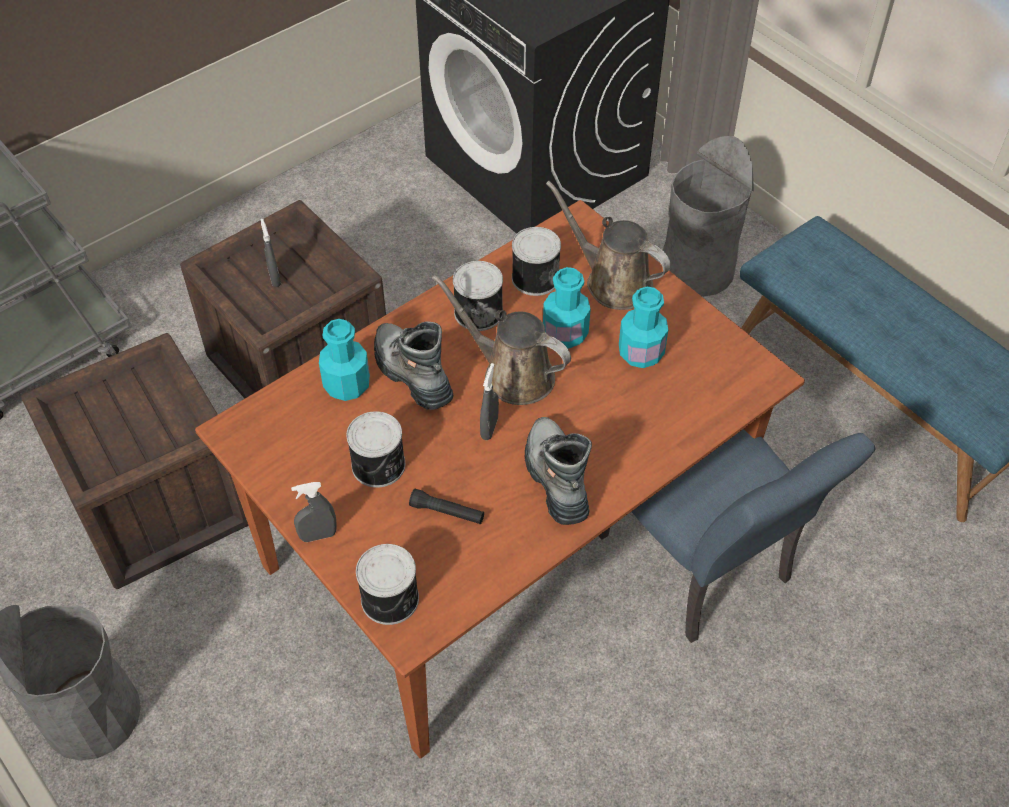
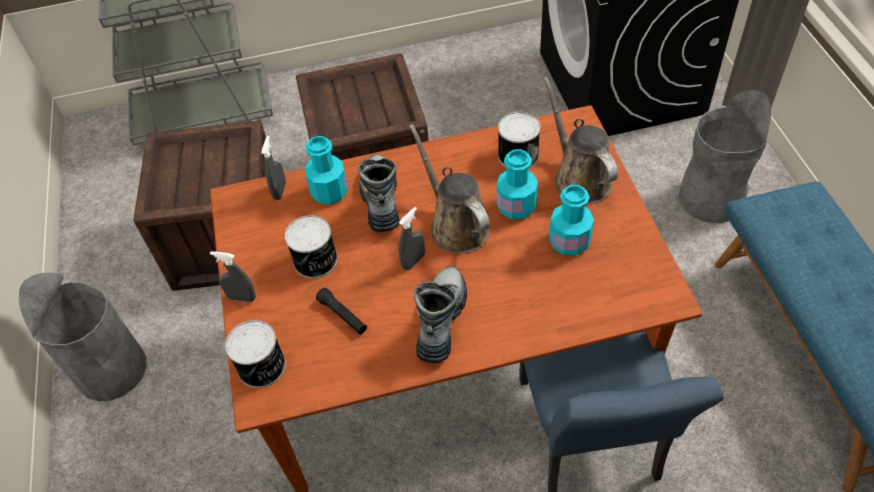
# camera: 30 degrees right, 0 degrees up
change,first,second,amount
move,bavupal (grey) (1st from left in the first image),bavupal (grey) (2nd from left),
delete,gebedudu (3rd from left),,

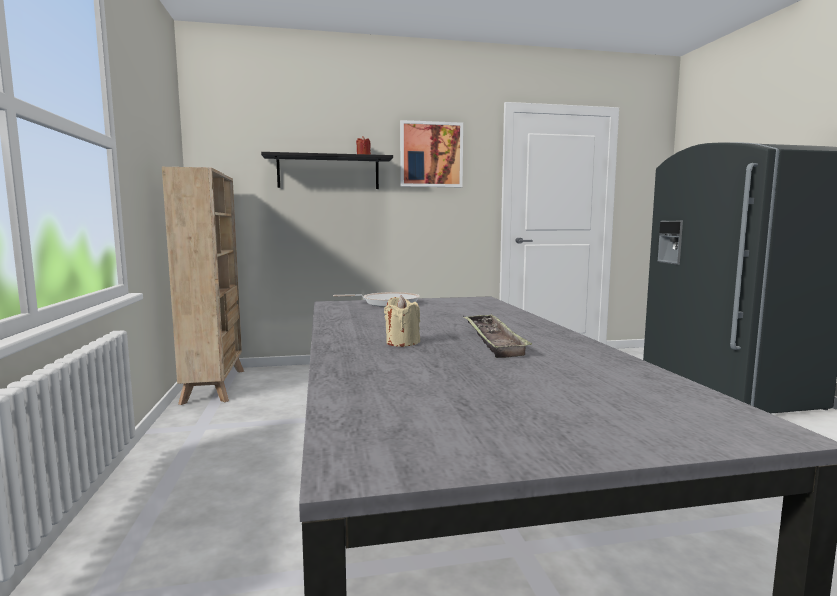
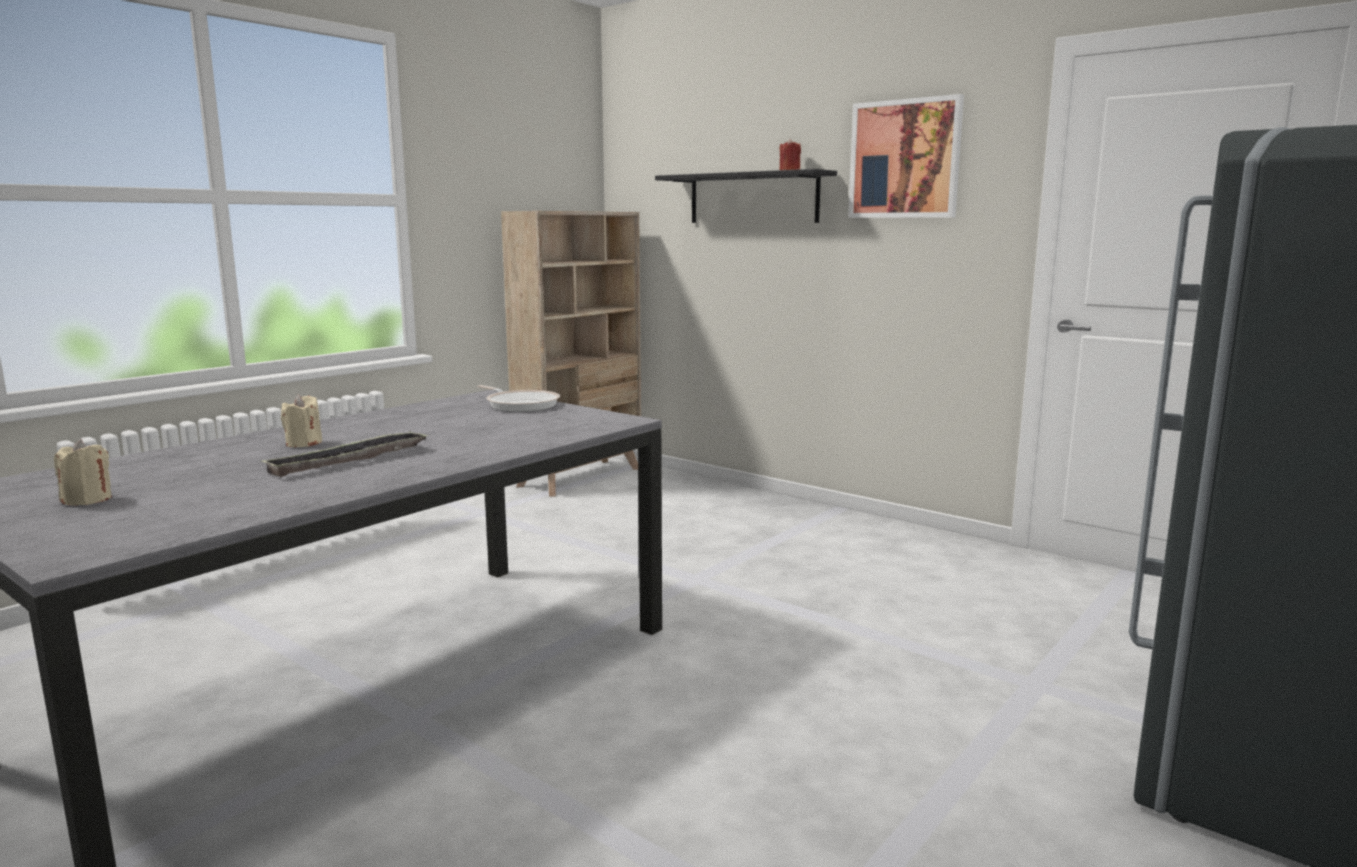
# camera: 50 degrees right, 5 degrees up
change,first,second,amount
insert,,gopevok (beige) (1st from left),

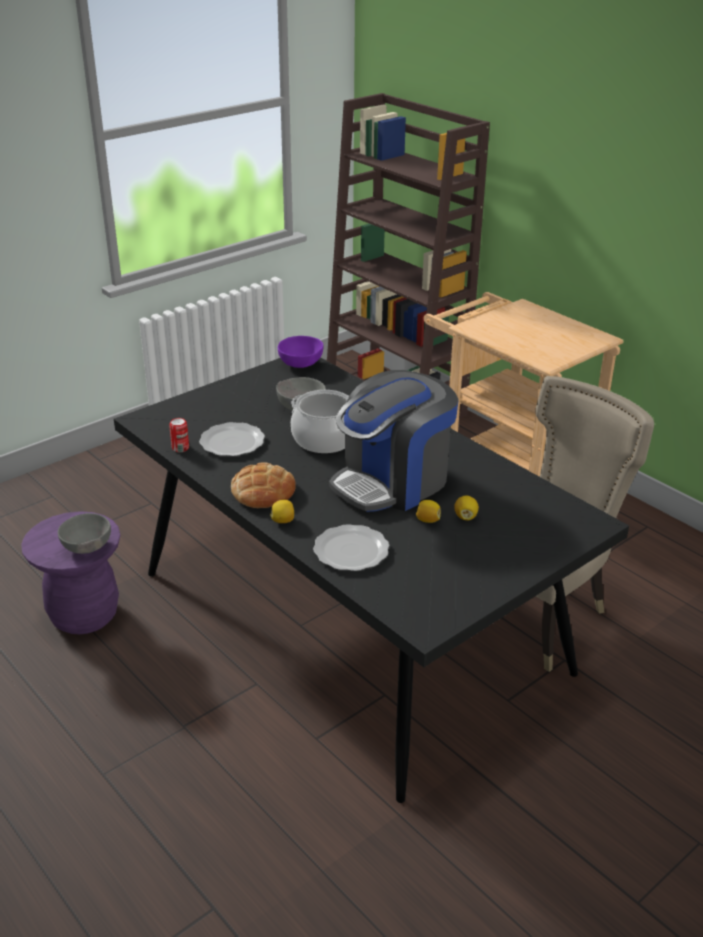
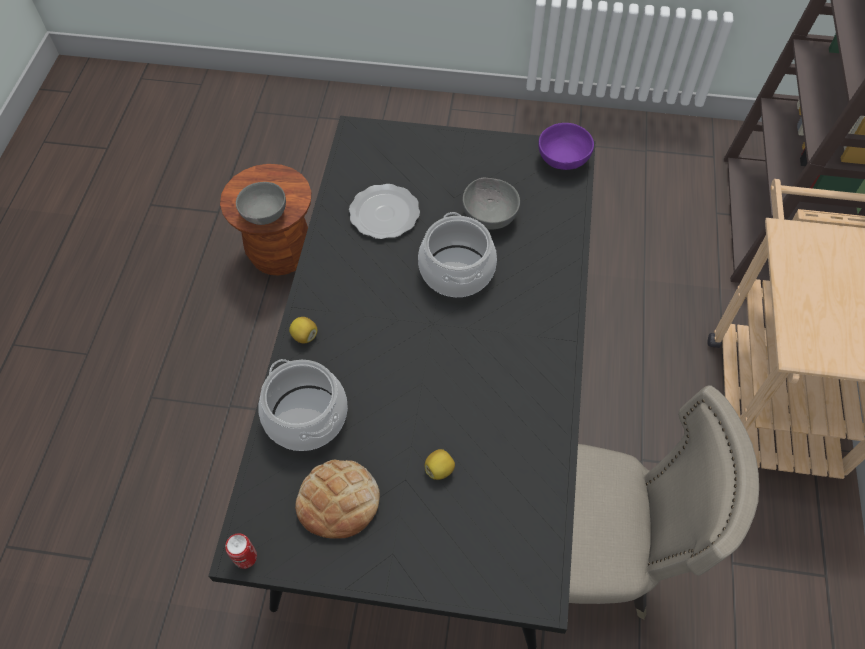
# camera: 50 degrees right, 25 degrees up
change,first,second,amount
recolor,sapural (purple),sapural (brown),
move,gebedudu,,
move,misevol,,
replace,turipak (2nd from left),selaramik (1st from left),
delete,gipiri,,
delete,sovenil (2nd from left),,

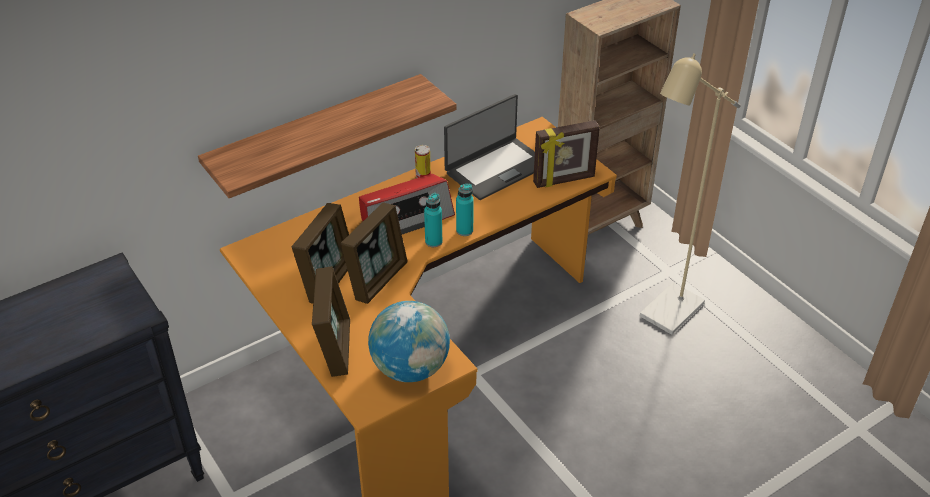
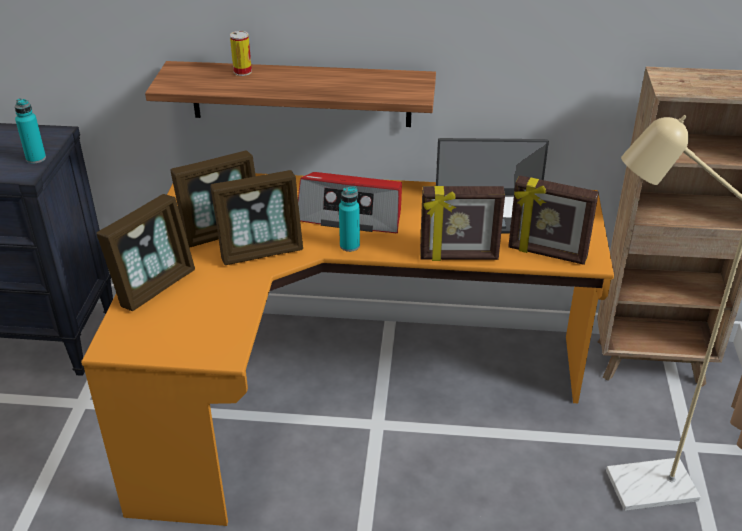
# camera: 40 degrees right, 5 degrees down
change,first,second,amount
delete,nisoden,,
move,gebedudu,,
move,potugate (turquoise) (2nd from left in the first image),potugate (turquoise) (1st from left),
insert,,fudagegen (4th from left),

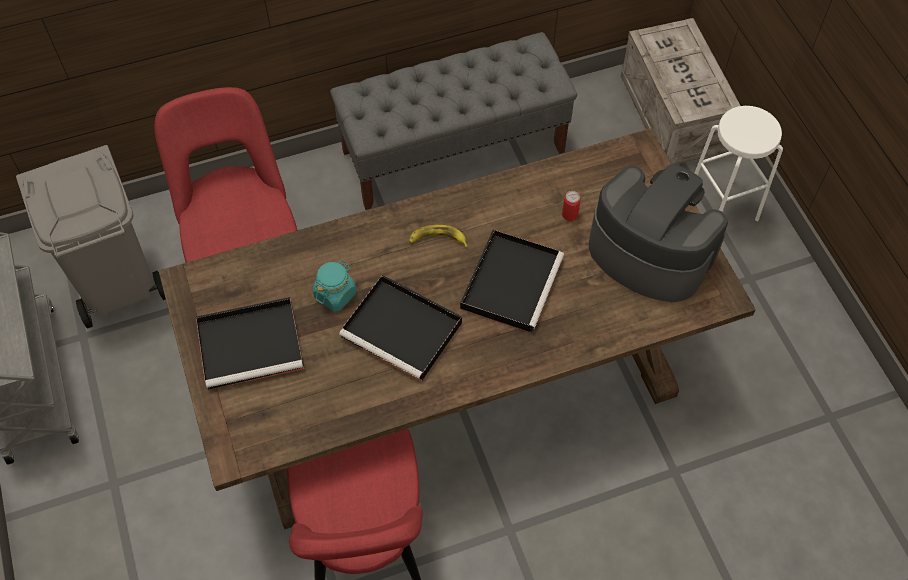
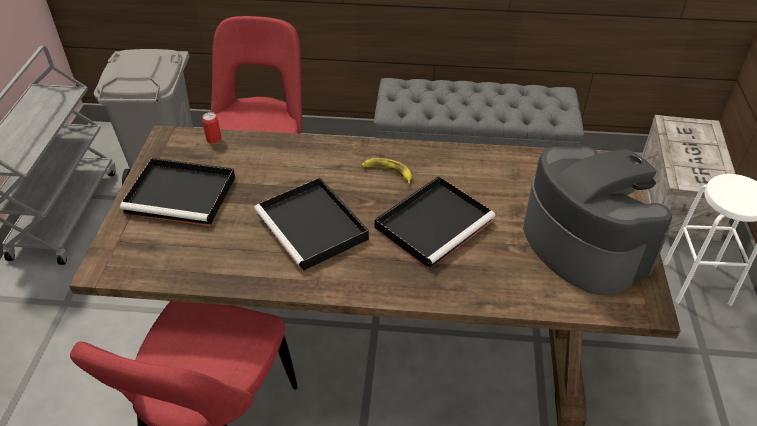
# camera: 25 degrees right, 15 degrees down
change,first,second,amount
delete,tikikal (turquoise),,
move,gebedudu,,

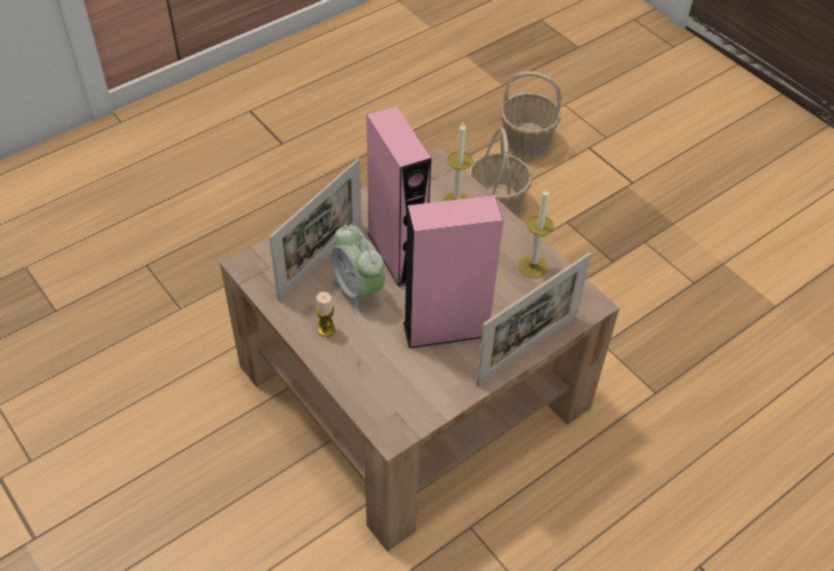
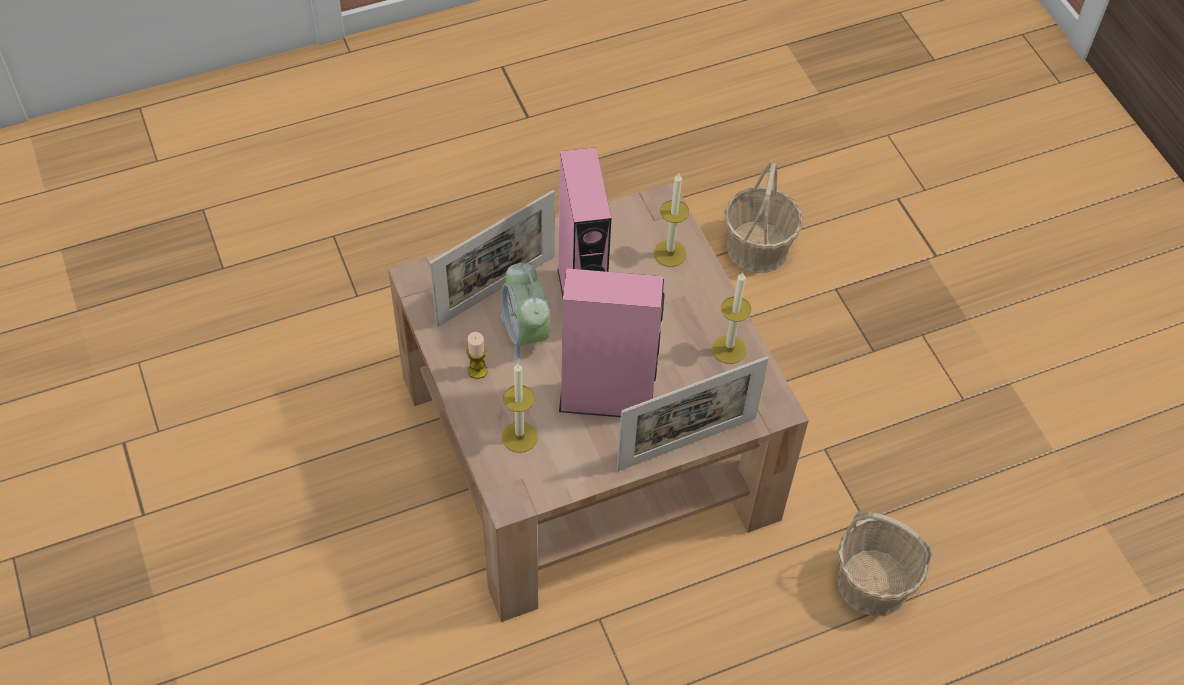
# camera: 15 degrees right, 5 degrees up
change,first,second,amount
move,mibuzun (2nd from left),,
insert,,gopevok (2nd from left),

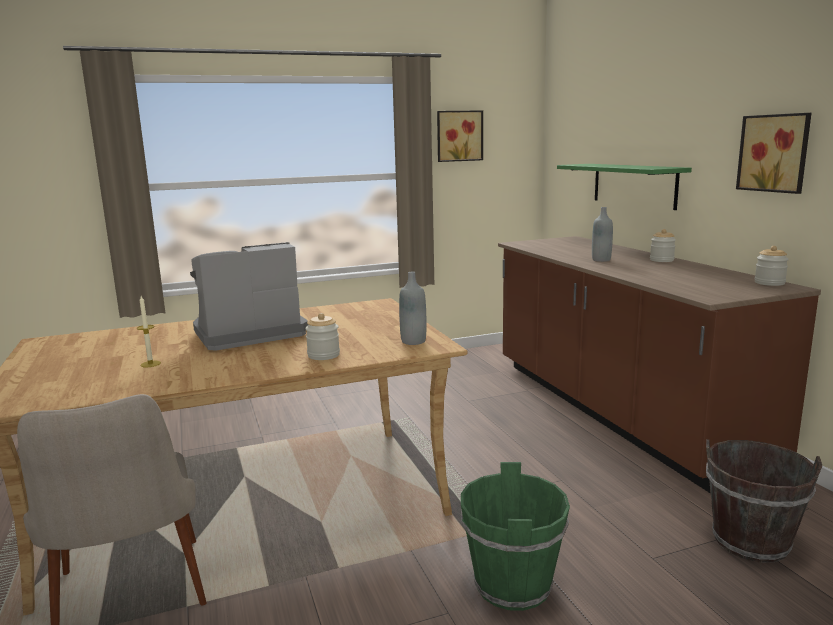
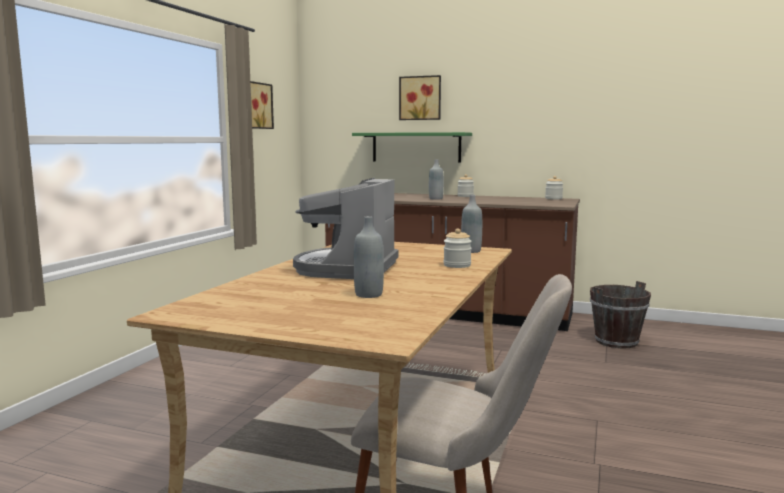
# camera: 50 degrees left, 5 degrees down
change,first,second,amount
replace,gopevok,potugate (grey) (1st from left),
delete,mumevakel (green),,
move,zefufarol (2nd from left),,

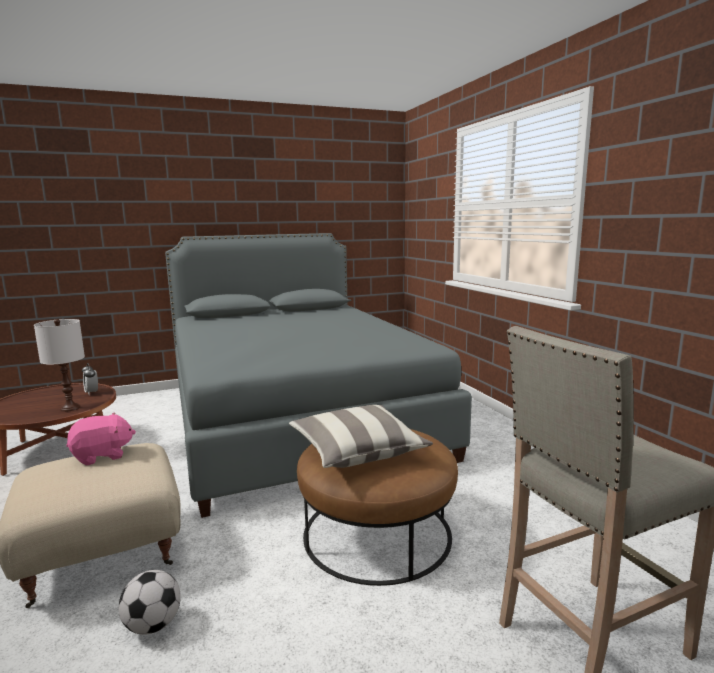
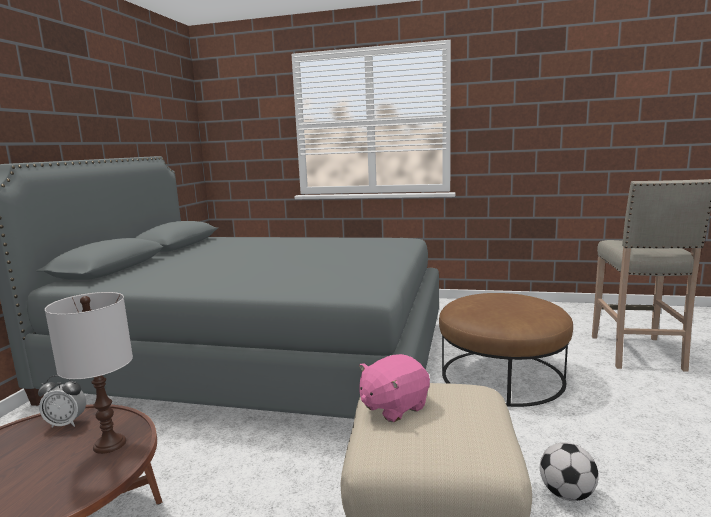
# camera: 55 degrees left, 0 degrees up
change,first,second,amount
rotate,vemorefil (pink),,135 degrees counterclockwise
delete,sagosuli,,

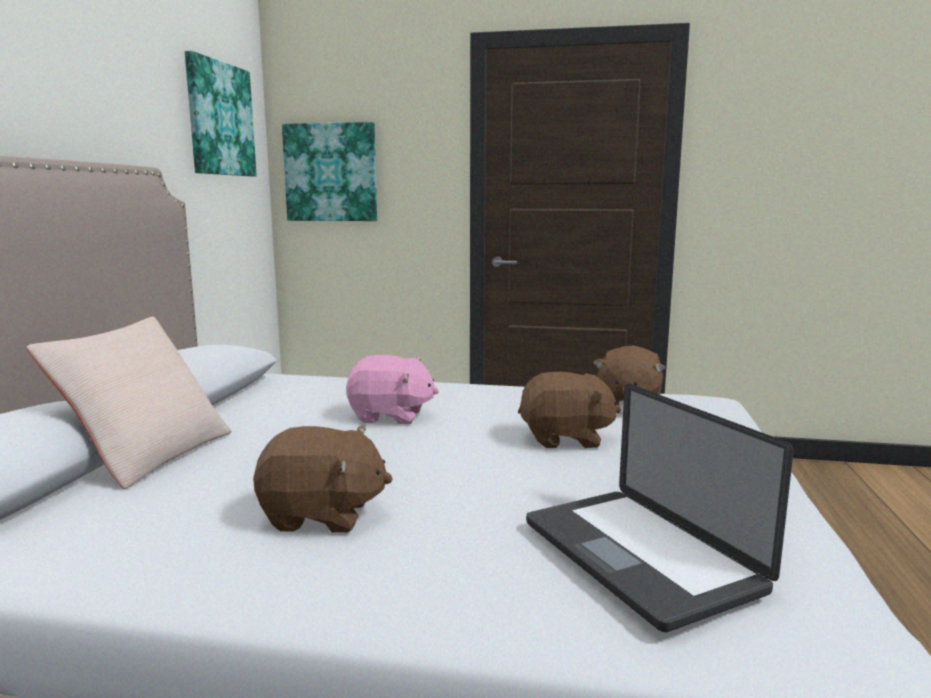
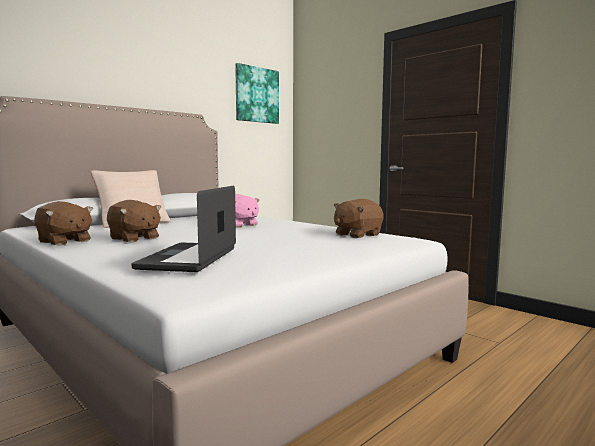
# camera: 35 degrees right, 5 degrees down
change,first,second,amount
delete,zefufarol (2nd from left),,
move,vemorefil (brown) (2nd from left in the first image),vemorefil (brown) (1st from left),

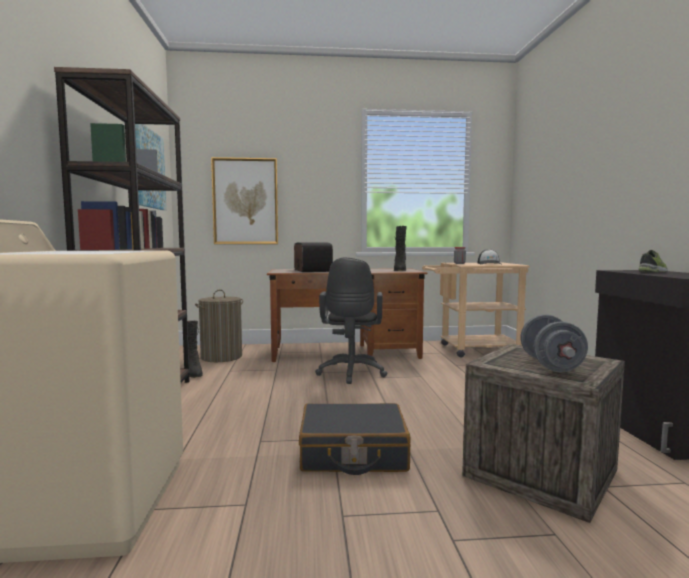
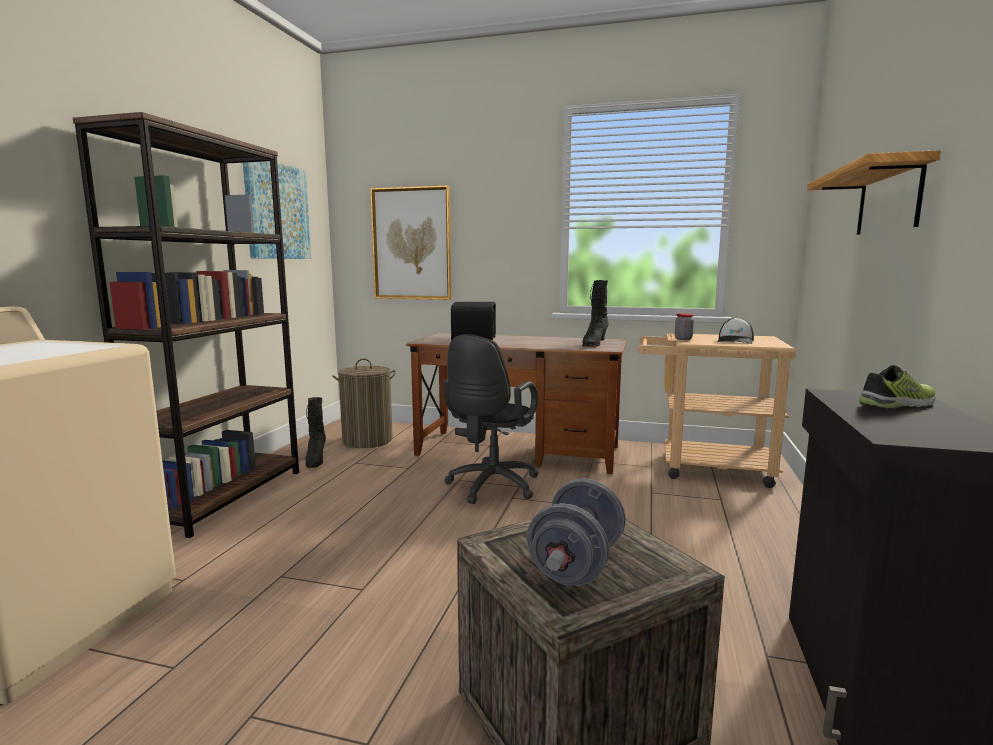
# camera: 20 degrees right, 5 degrees up
change,first,second,amount
delete,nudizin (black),,
insert,,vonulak,

